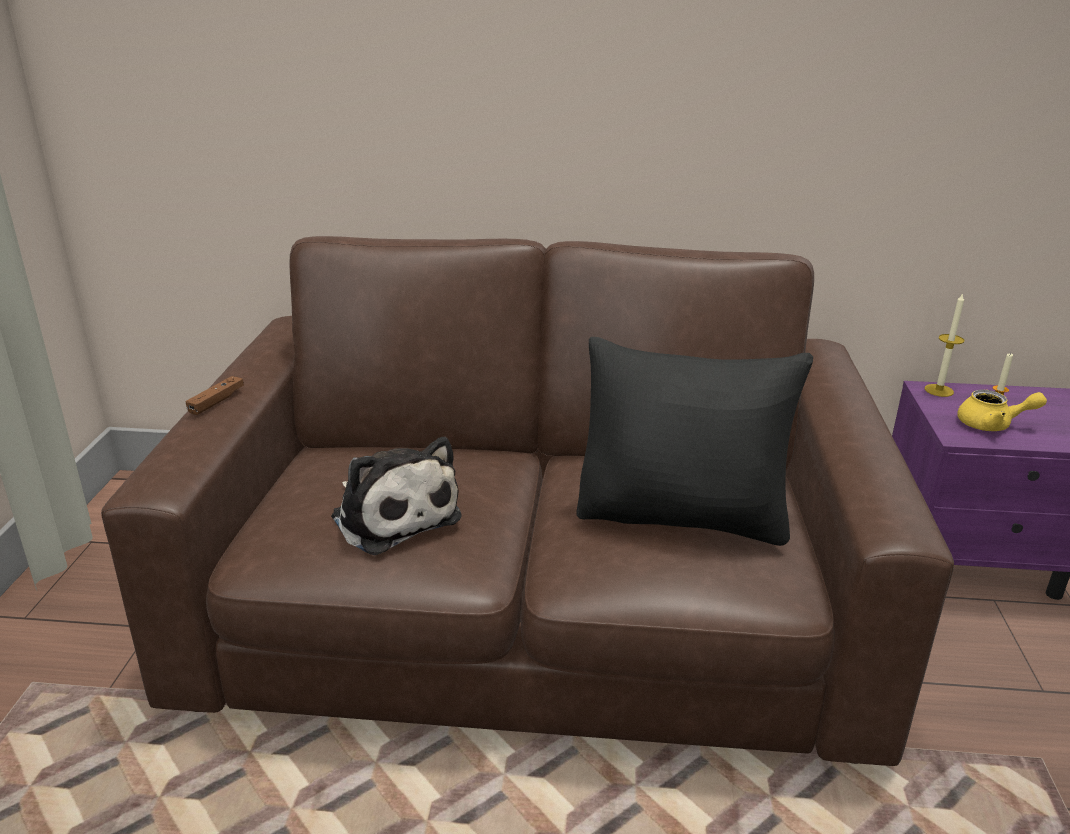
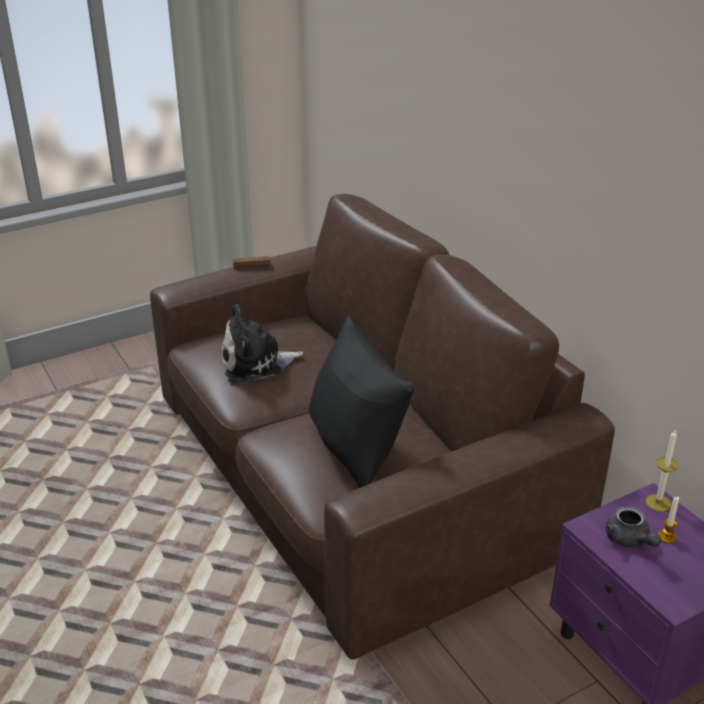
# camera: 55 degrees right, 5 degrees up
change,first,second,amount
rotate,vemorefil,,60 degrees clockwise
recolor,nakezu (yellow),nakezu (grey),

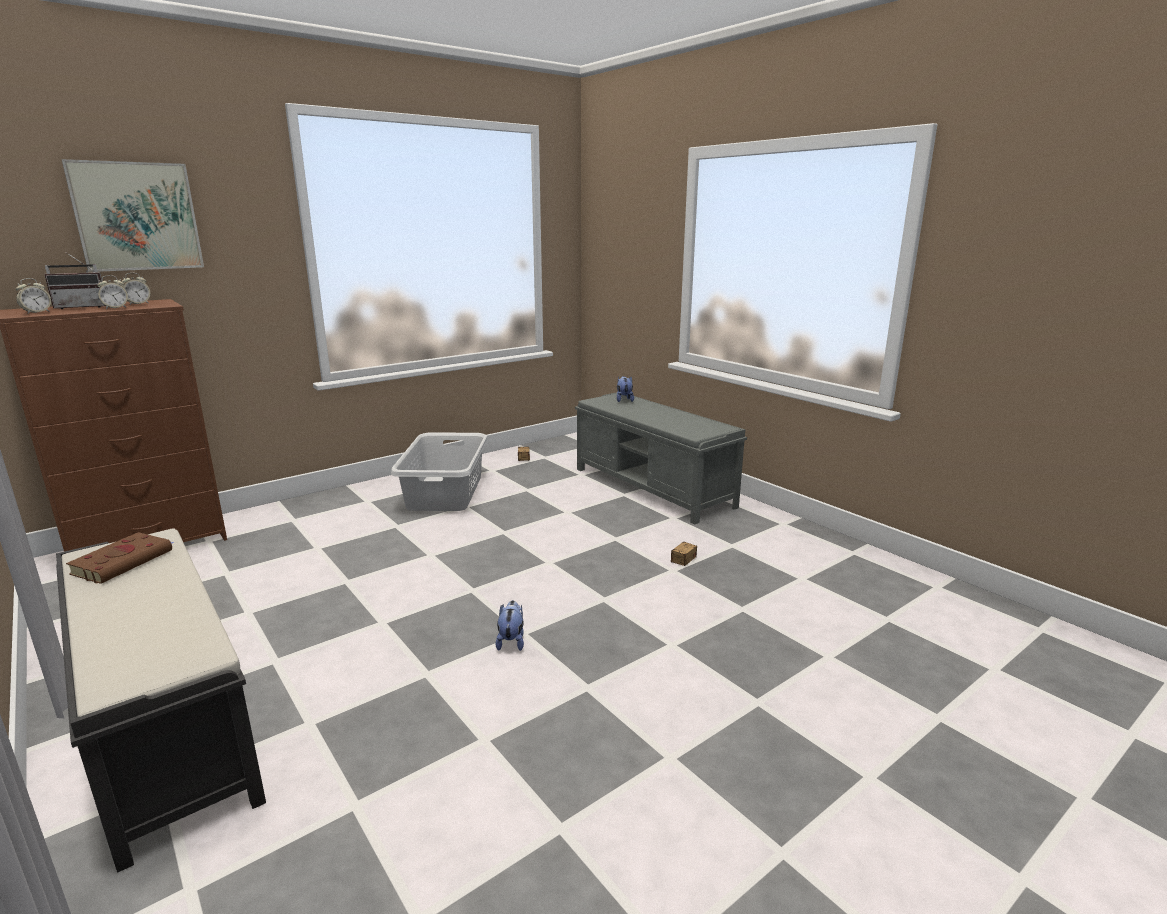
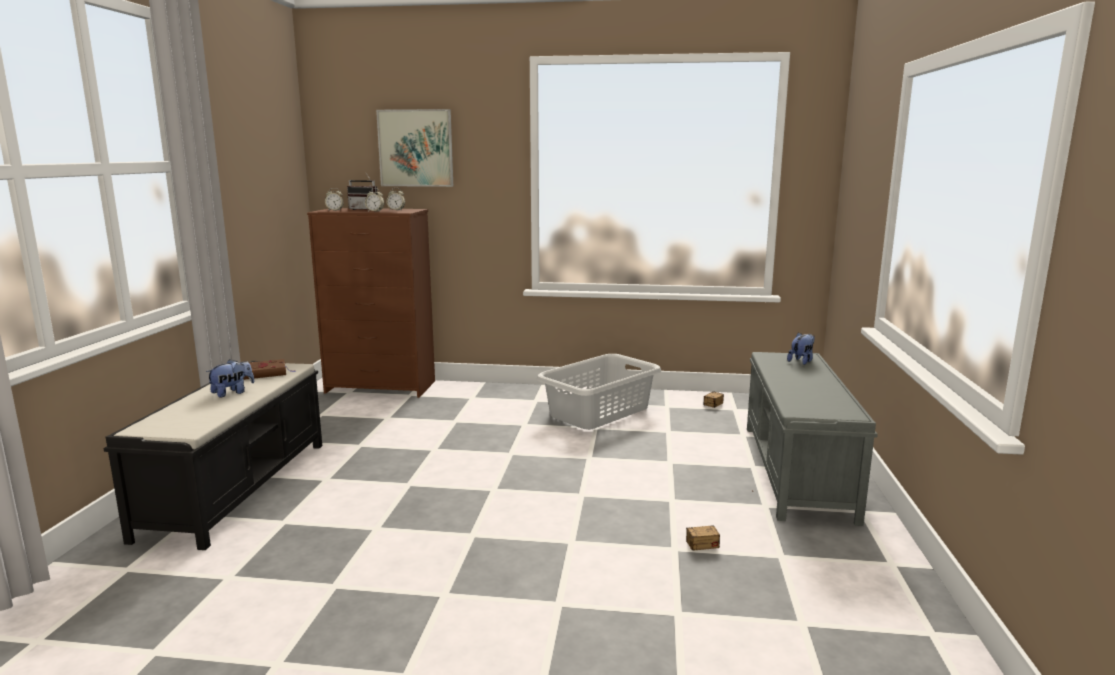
# camera: 45 degrees right, 5 degrees down
change,first,second,amount
move,vemorefil (1st from left),,

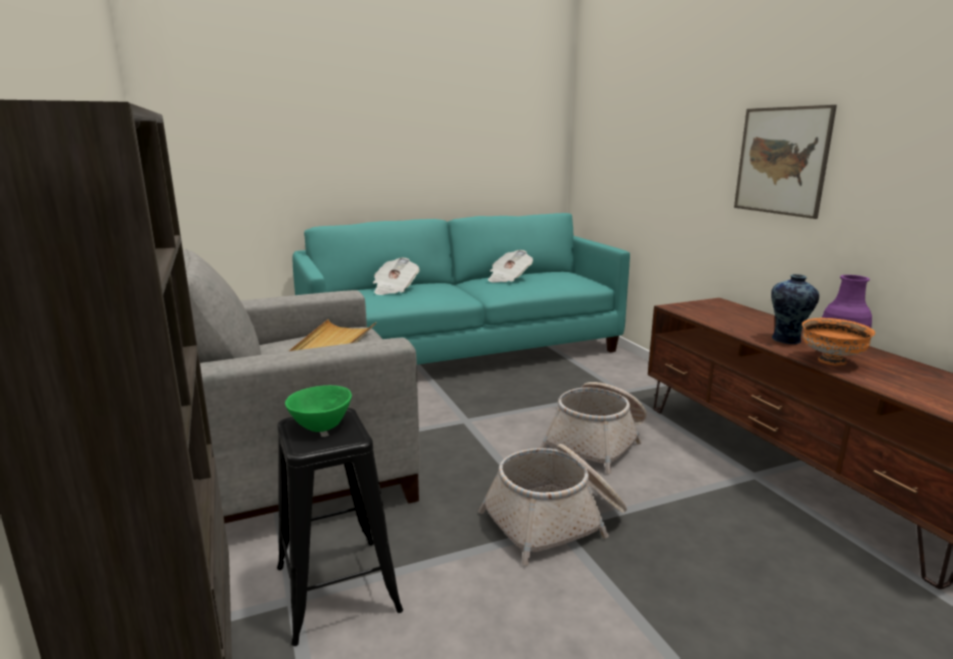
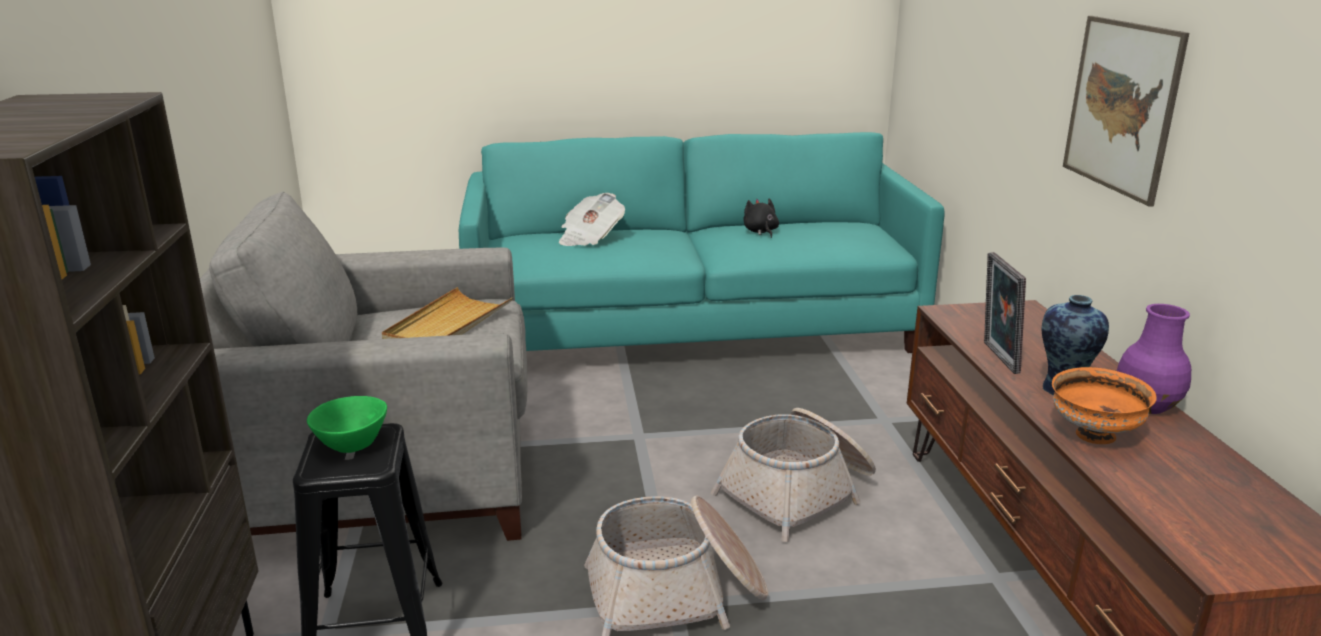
# camera: 15 degrees right, 5 degrees up
change,first,second,amount
replace,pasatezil (2nd from left),vemorefil (black),
insert,,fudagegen,

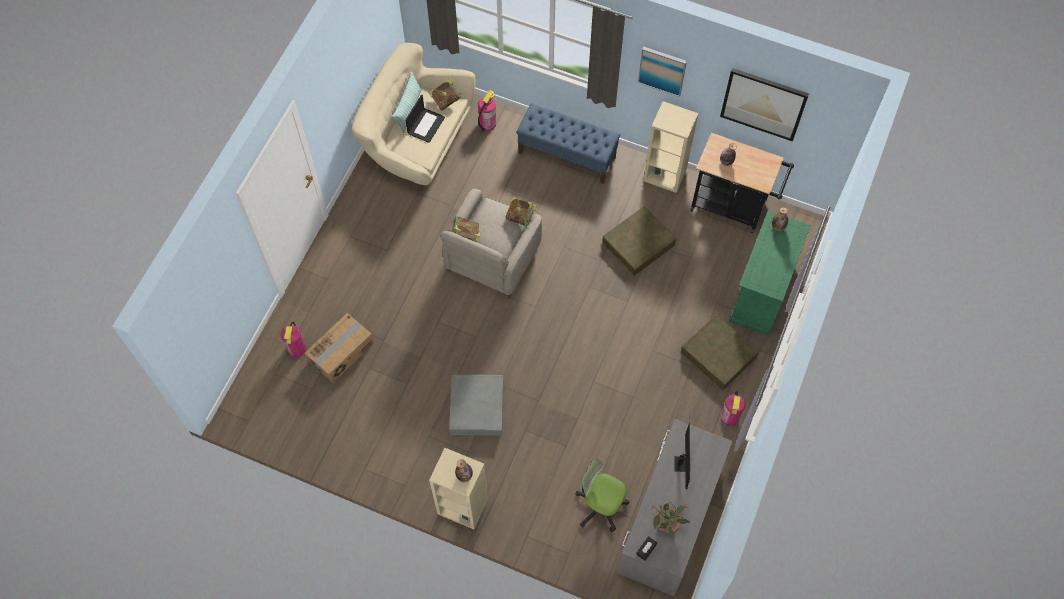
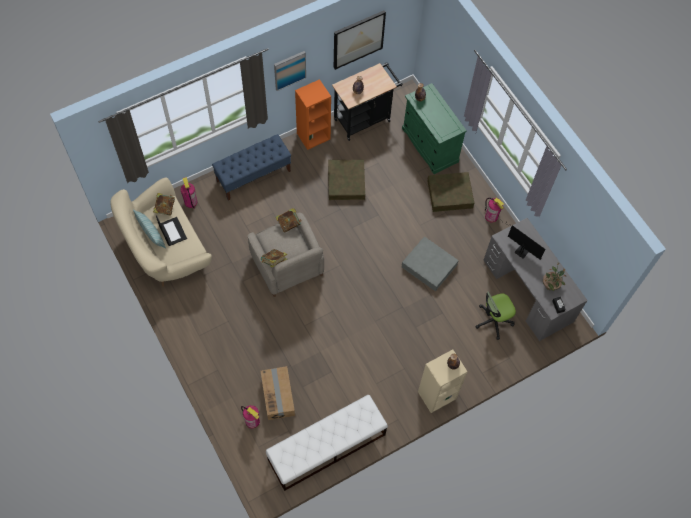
# camera: 55 degrees left, 0 degrees up
change,first,second,amount
move,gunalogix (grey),,
recolor,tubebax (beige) (2nd from left),tubebax (orange),
insert,,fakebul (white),

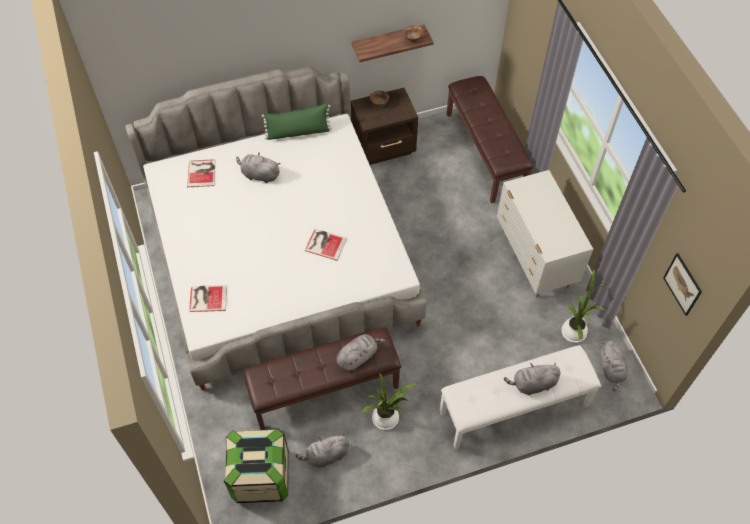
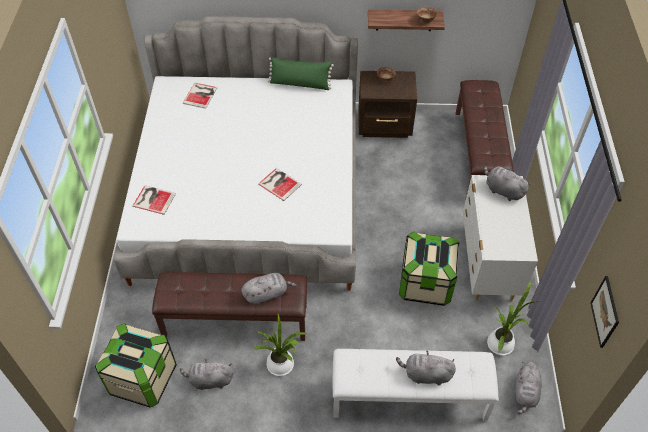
# camera: 20 degrees right, 5 degrees down
change,first,second,amount
move,vemorefil (grey) (1st from left in the first image),vemorefil (grey) (4th from left),
insert,,gunalogix (2nd from left),

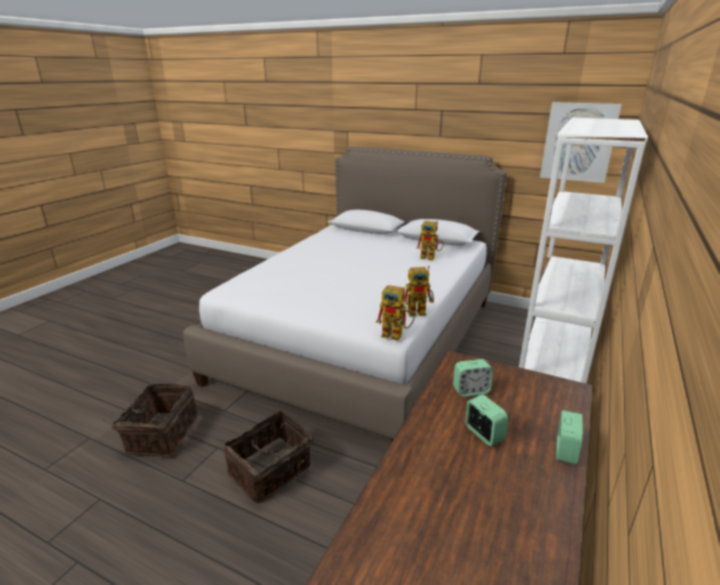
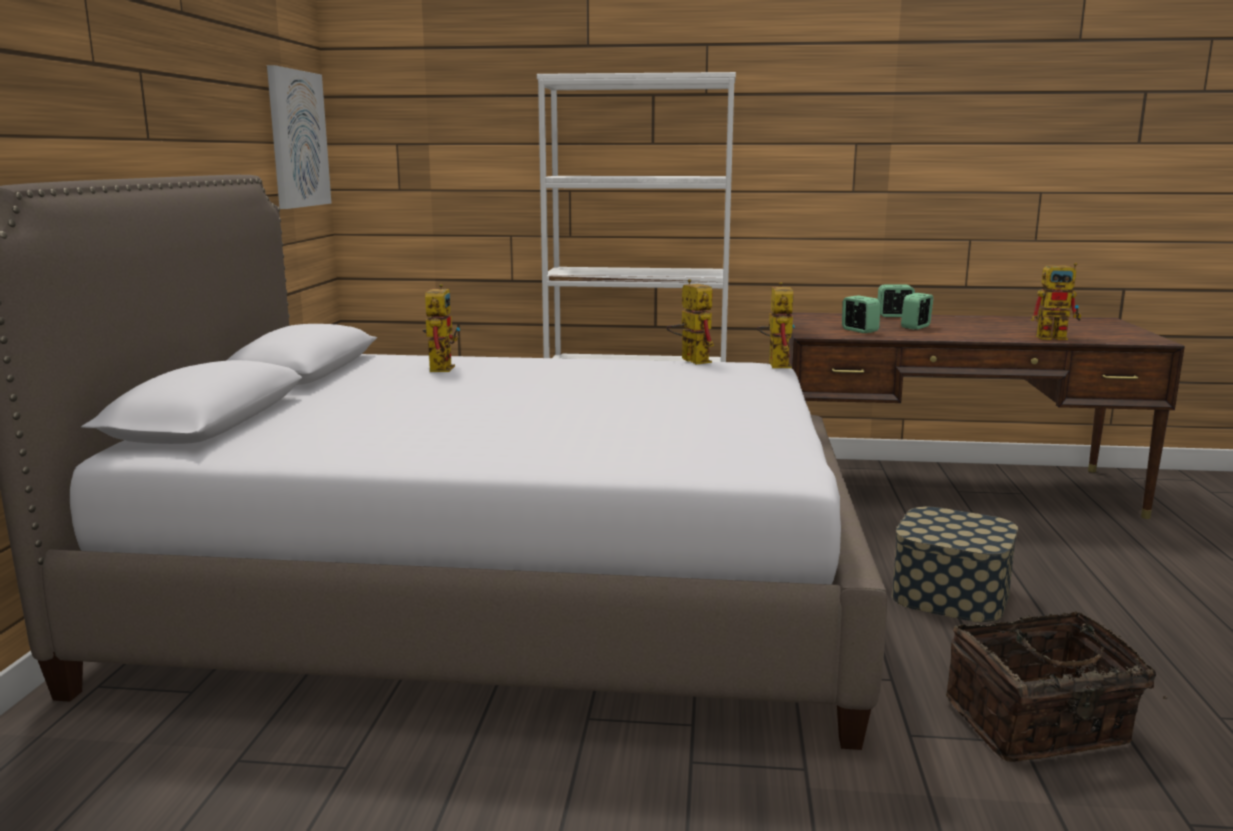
# camera: 110 degrees left, 10 degrees down
change,first,second,amount
replace,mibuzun (2nd from left),gunalogix,
insert,,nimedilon (4th from left),

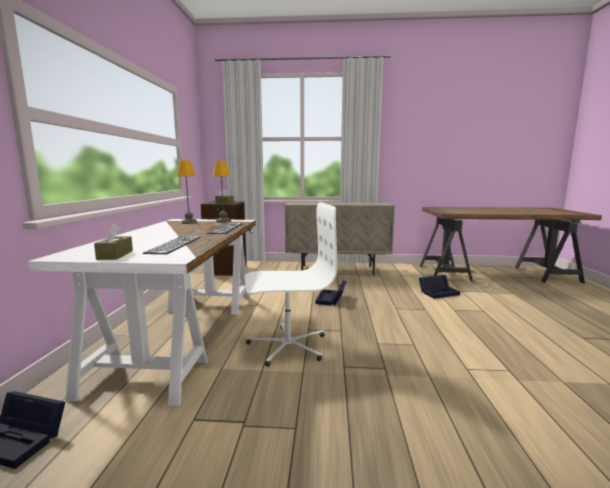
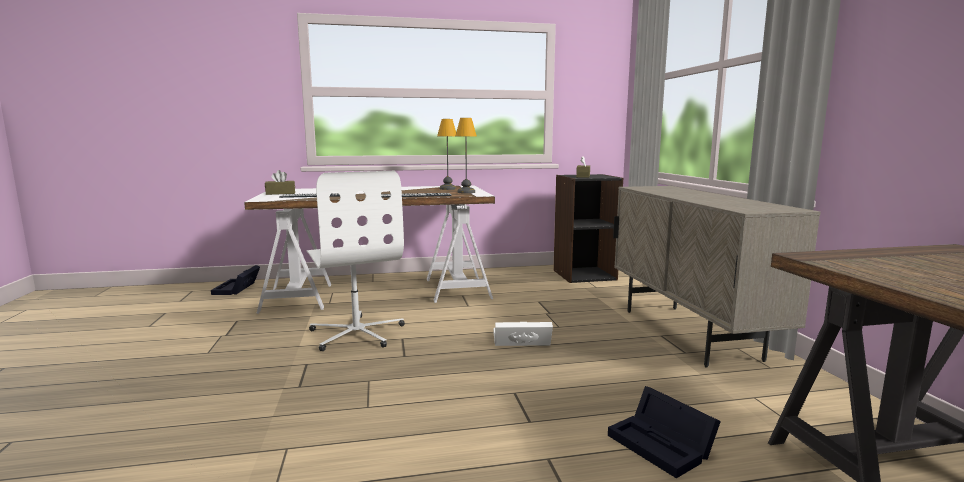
# camera: 75 degrees right, 0 degrees up
change,first,second,amount
recolor,gunalogix (black) (2nd from left),gunalogix (white),

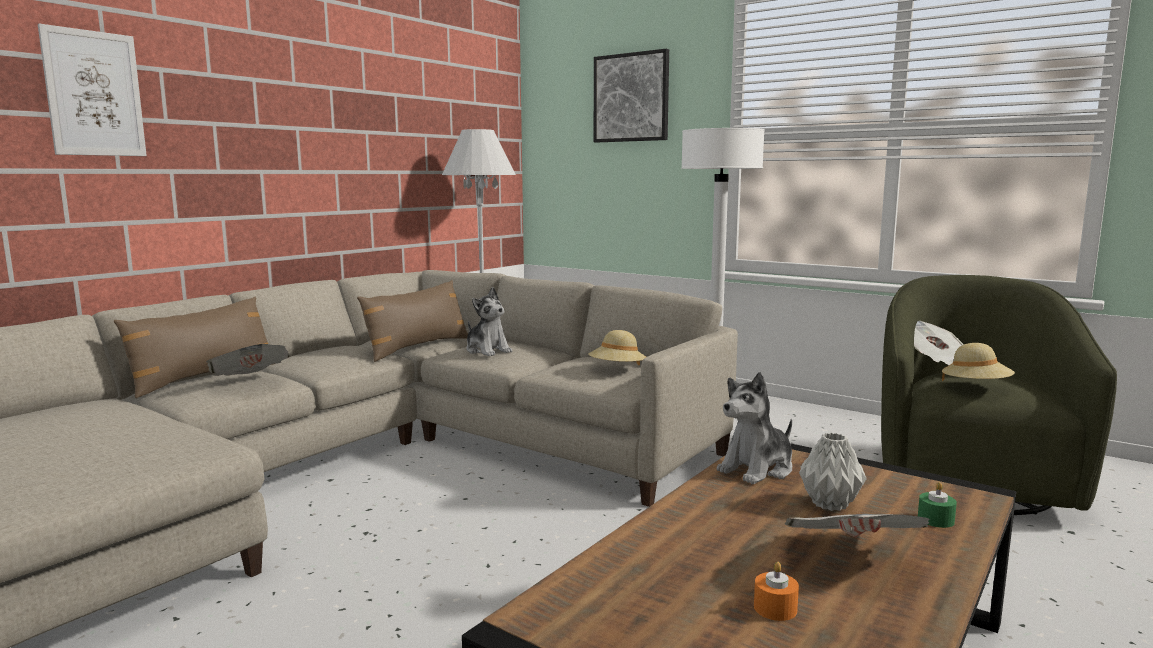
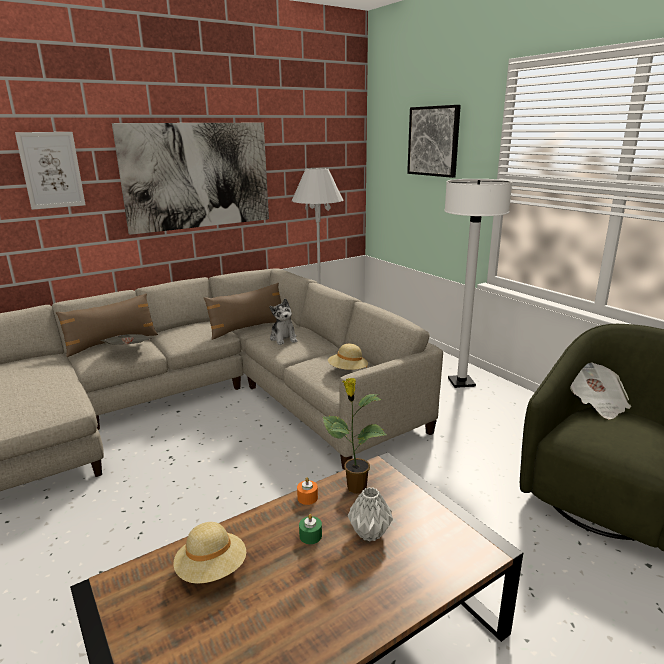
# camera: 20 degrees right, 10 degrees up
change,first,second,amount
replace,vemorefil (2nd from left),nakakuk,
move,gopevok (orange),,
delete,pasatezil (2nd from left),,
move,gopevok (green),,
move,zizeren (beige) (2nd from left in the first image),zizeren (beige) (1st from left),
insert,,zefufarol (2nd from left),

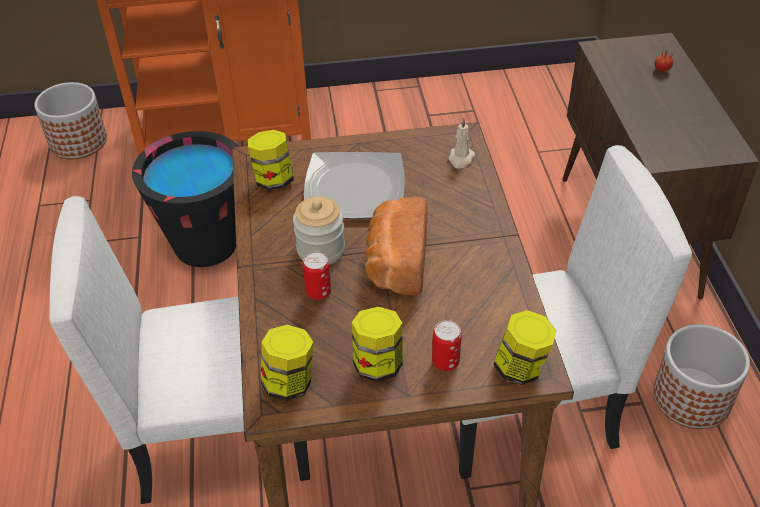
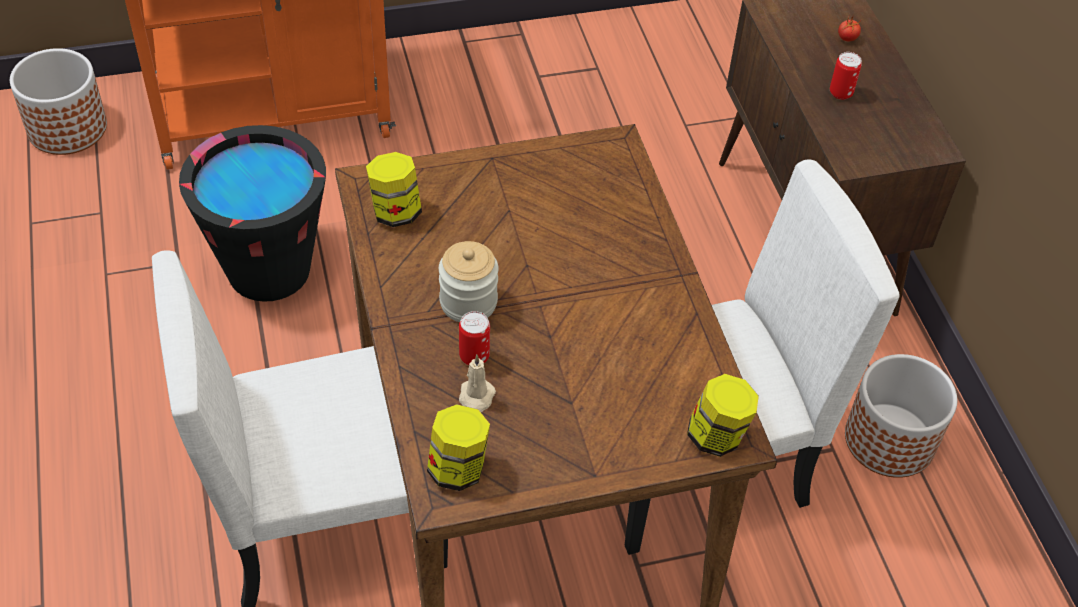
# camera: 10 degrees left, 5 degrees up
change,first,second,amount
delete,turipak,,
delete,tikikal (4th from left),,
delete,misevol,,
move,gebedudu (2nd from left),,
move,gopevok (beige),,

